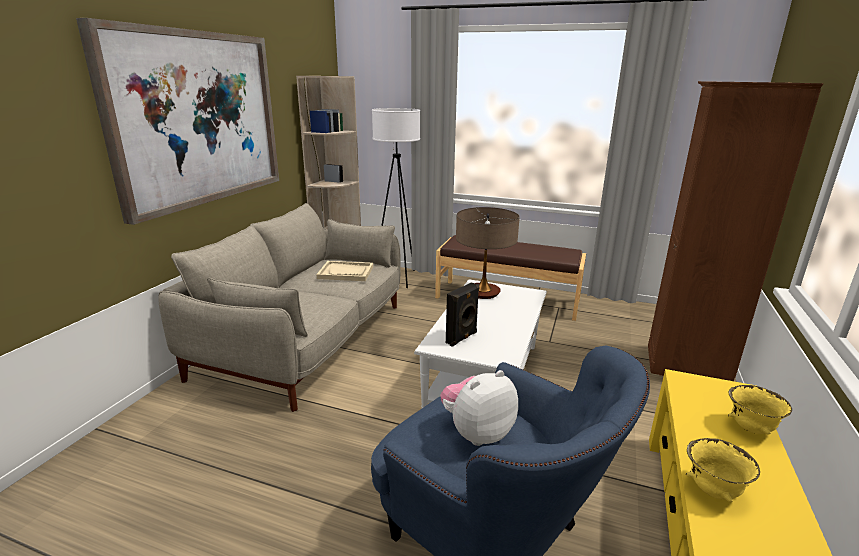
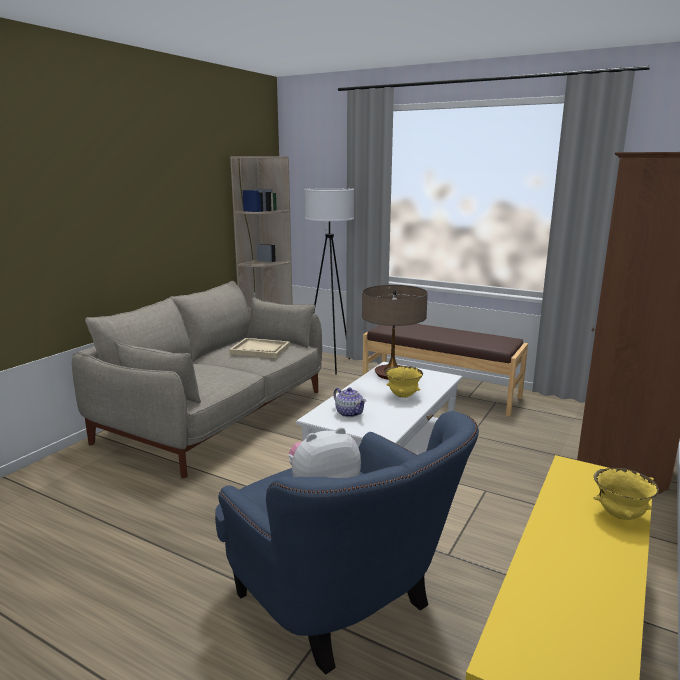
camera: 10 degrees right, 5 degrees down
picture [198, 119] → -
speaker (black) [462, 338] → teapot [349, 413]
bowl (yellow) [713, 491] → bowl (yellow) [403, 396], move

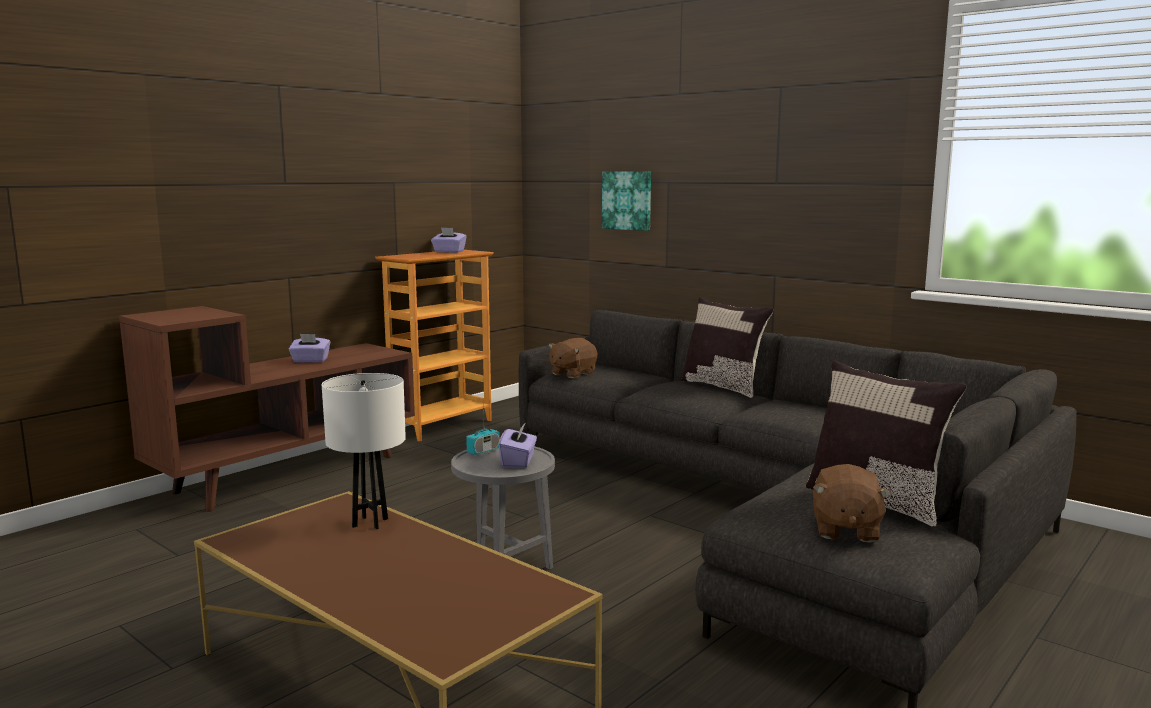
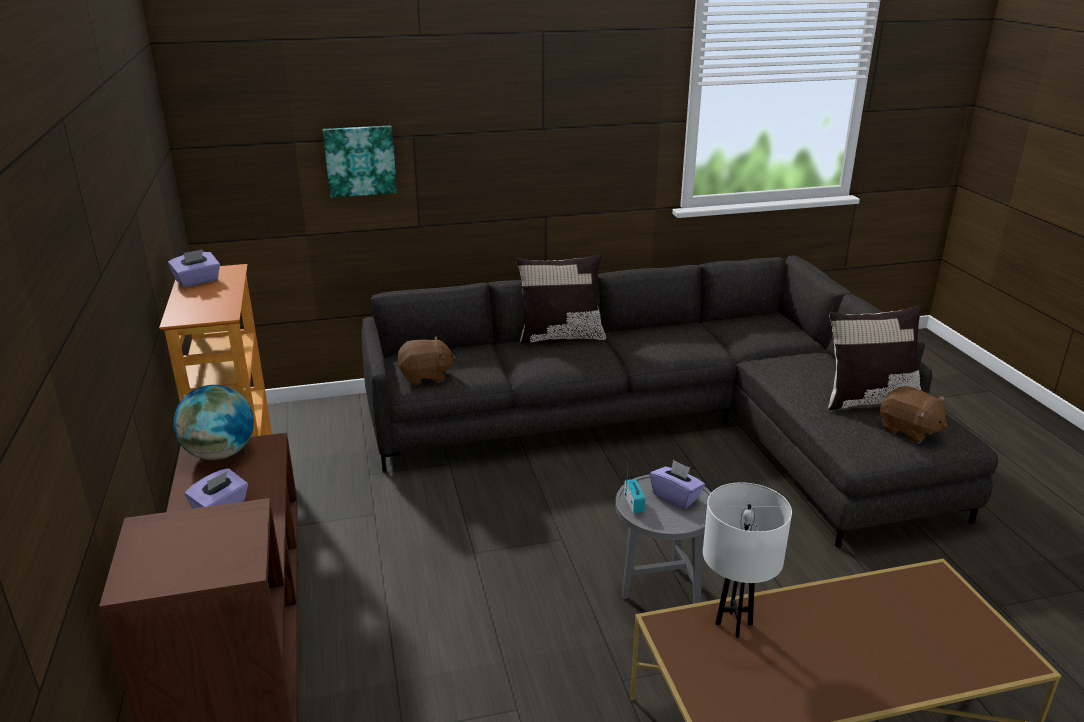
camera: 55 degrees left, 15 degrees up
plush toy (brown) [572, 373] → plush toy (brown) [425, 377], 90 degrees counterclockwise
- → globe [220, 454]

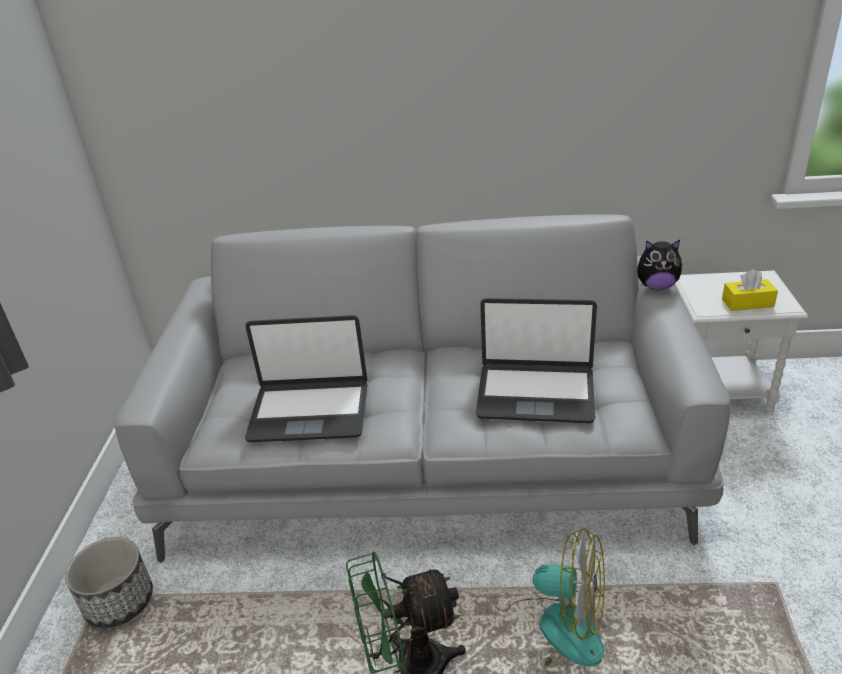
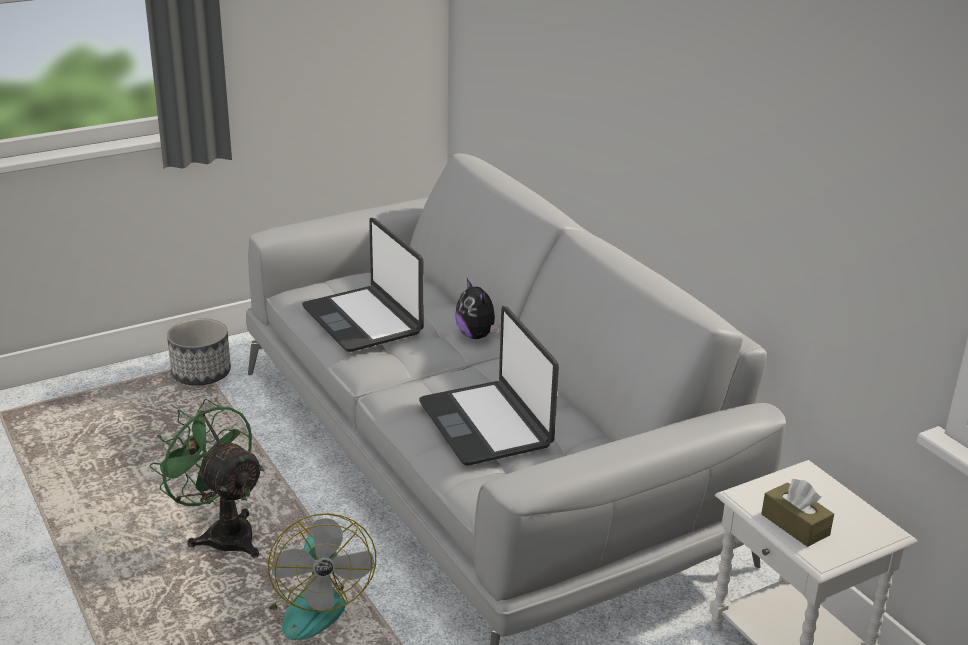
camera: 55 degrees right, 5 degrees down
plush toy [656, 286] → plush toy [477, 335], move
tissue box (yellow) [747, 303] → tissue box (brown) [795, 525]

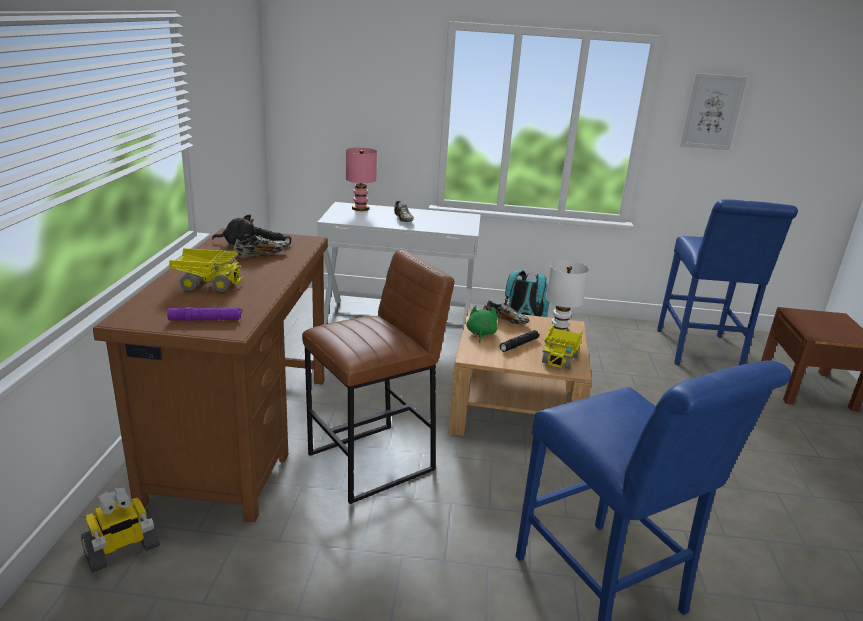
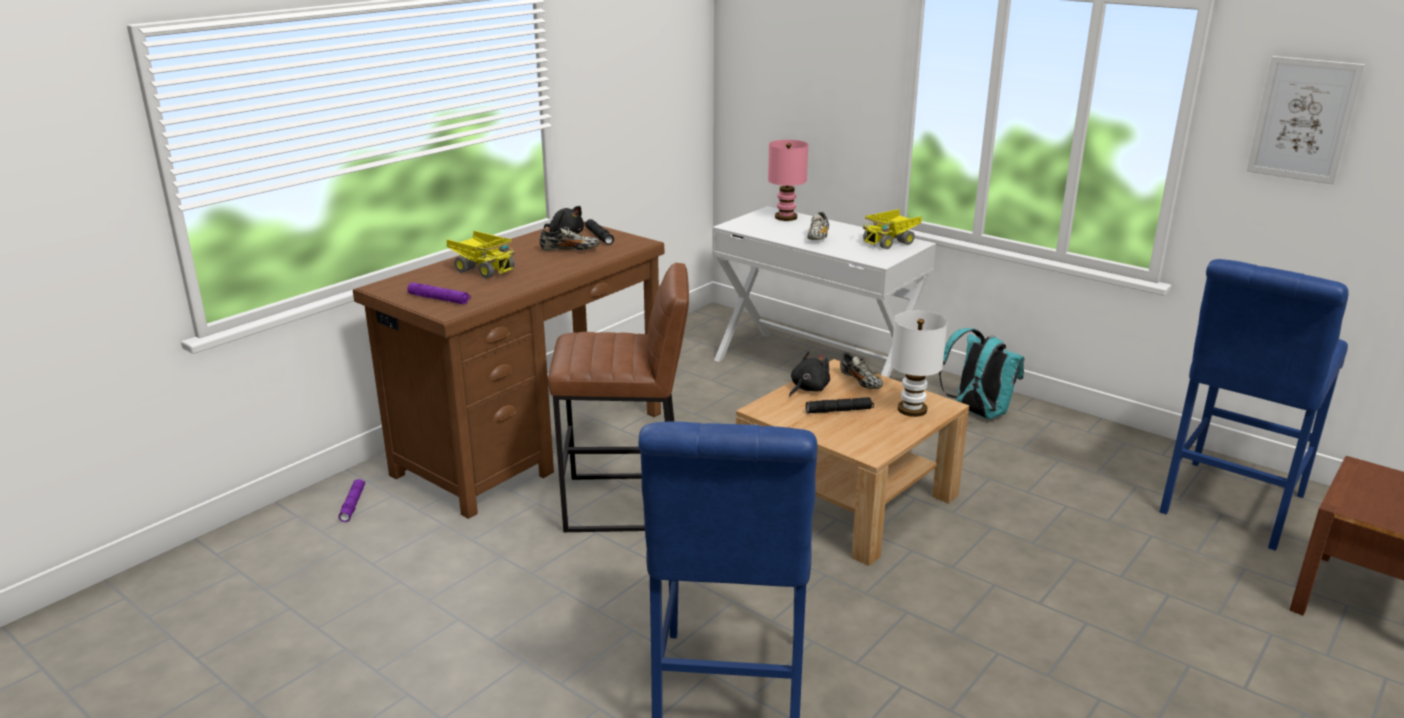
camera: 35 degrees right, 0 degrees up
plush toy (green) [480, 333] → plush toy (black) [808, 389]
toy truck [560, 358] → toy truck [890, 242], move
toy robot [122, 550] → flashlight (purple) [353, 504]

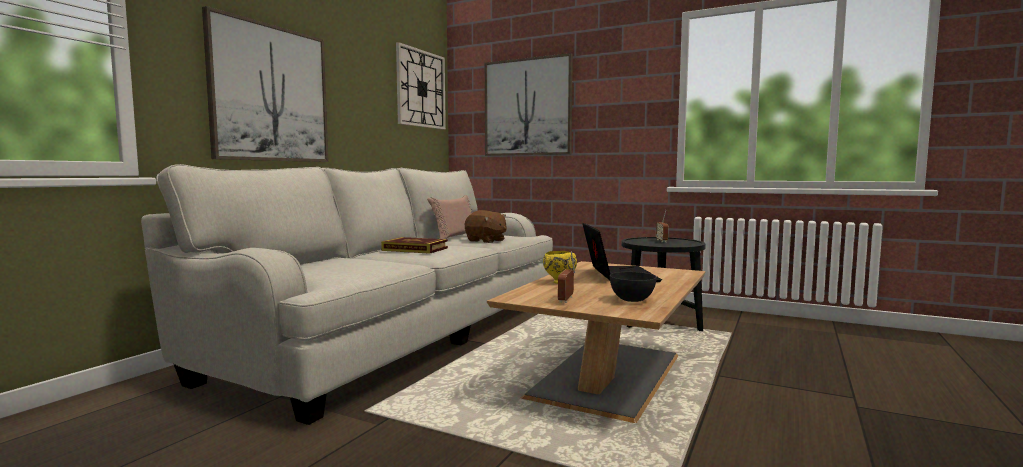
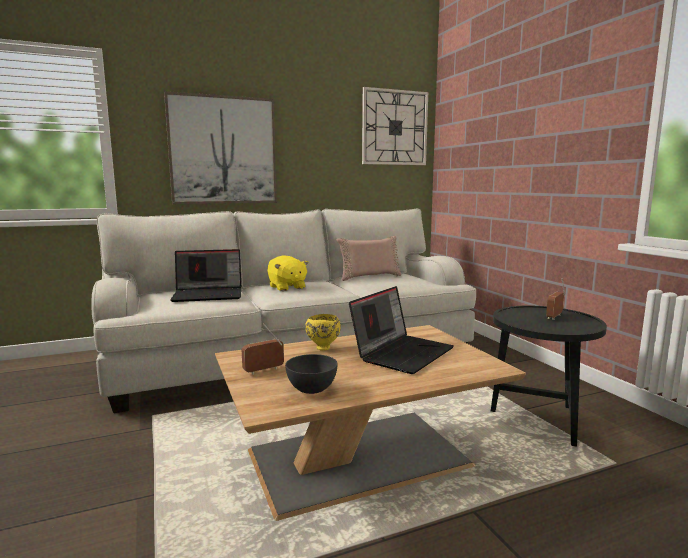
camera: 40 degrees right, 5 degrees up
picture [527, 107] → -
plush toy (brown) [486, 241] → -
book [415, 249] → plush toy (yellow) [287, 287]
- → laptop [209, 294]

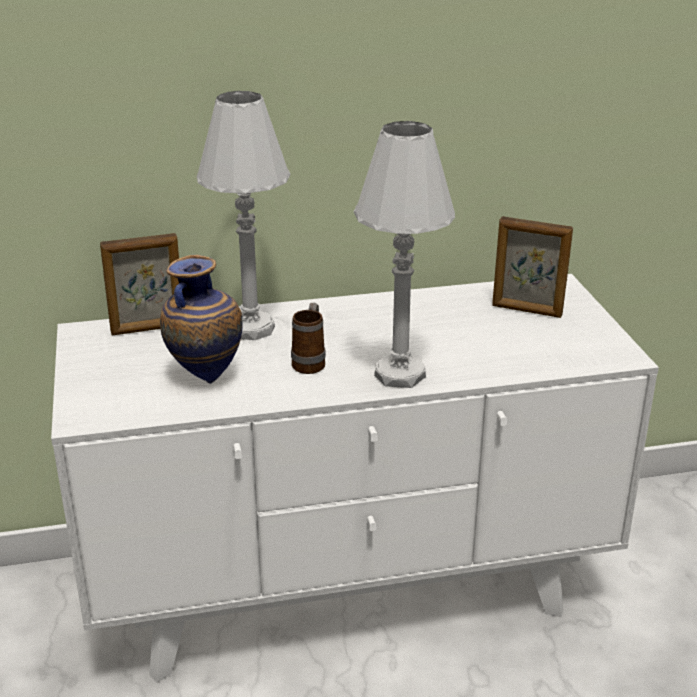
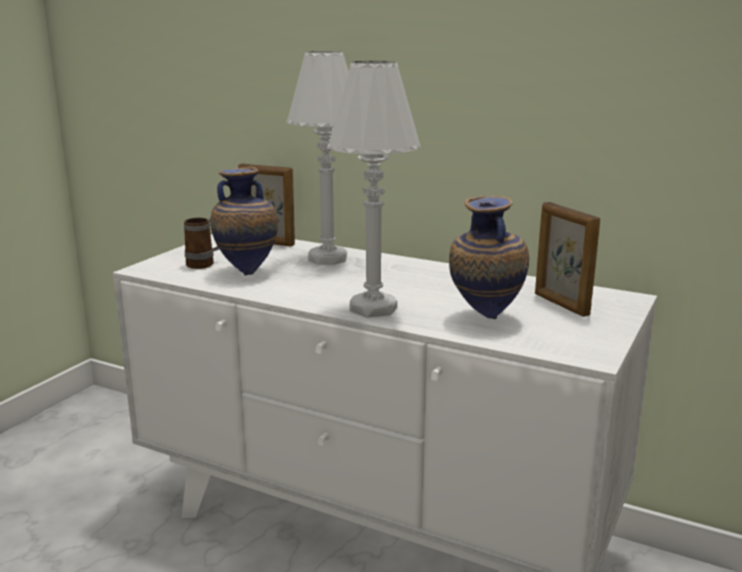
camera: 40 degrees right, 10 degrees down
mug [310, 362] → mug [205, 263], move
- → vase [484, 318]

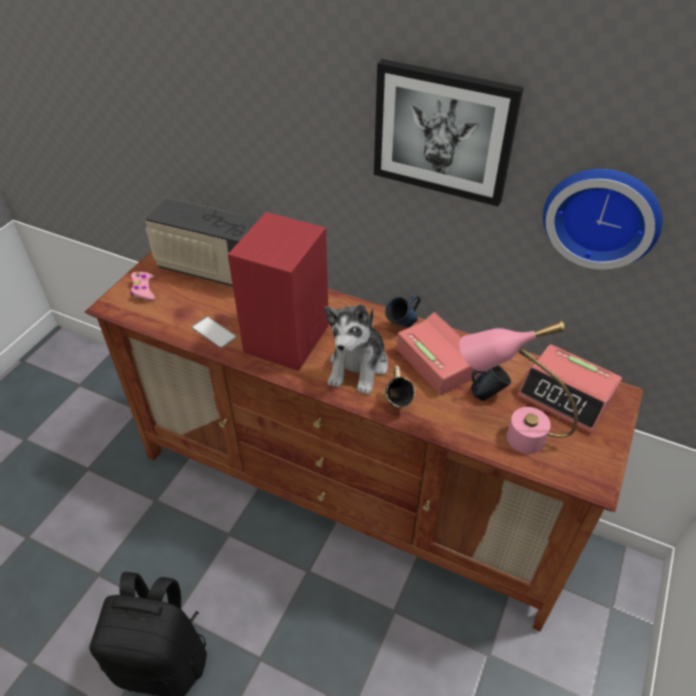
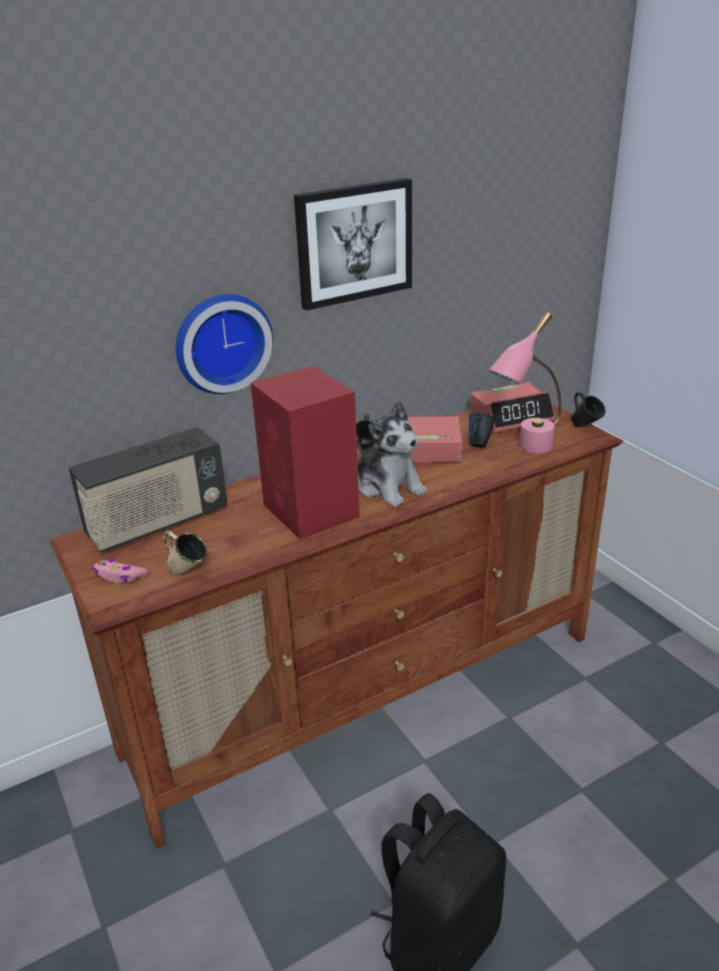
camera: 55 degrees left, 15 degrees down
wall clock [602, 215] → wall clock [221, 342], move
phone [214, 332] → -
mug (beige) [396, 404] → mug (beige) [187, 573], move
- → mug (blue) [585, 428]

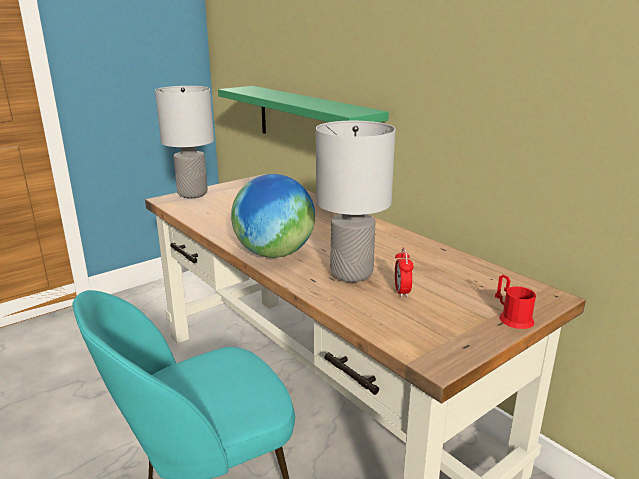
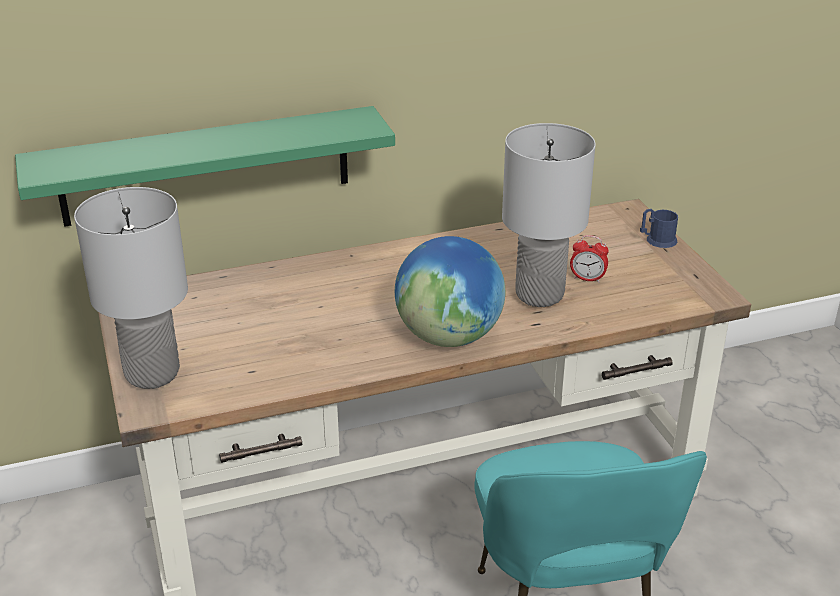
camera: 70 degrees left, 10 degrees up
mug (red) [512, 317] → mug (blue) [657, 240]

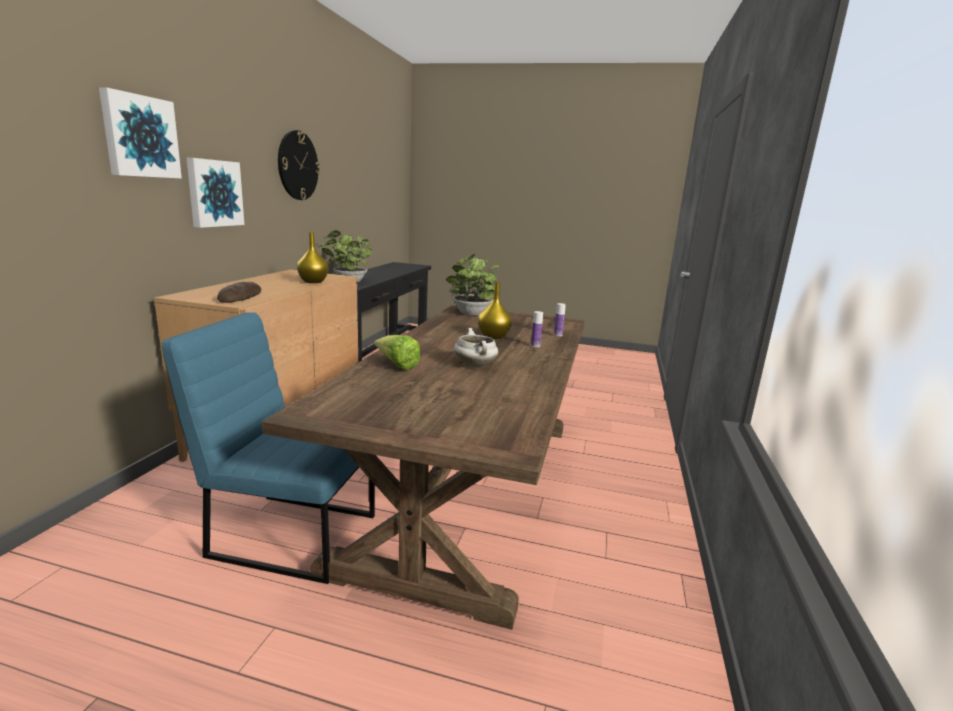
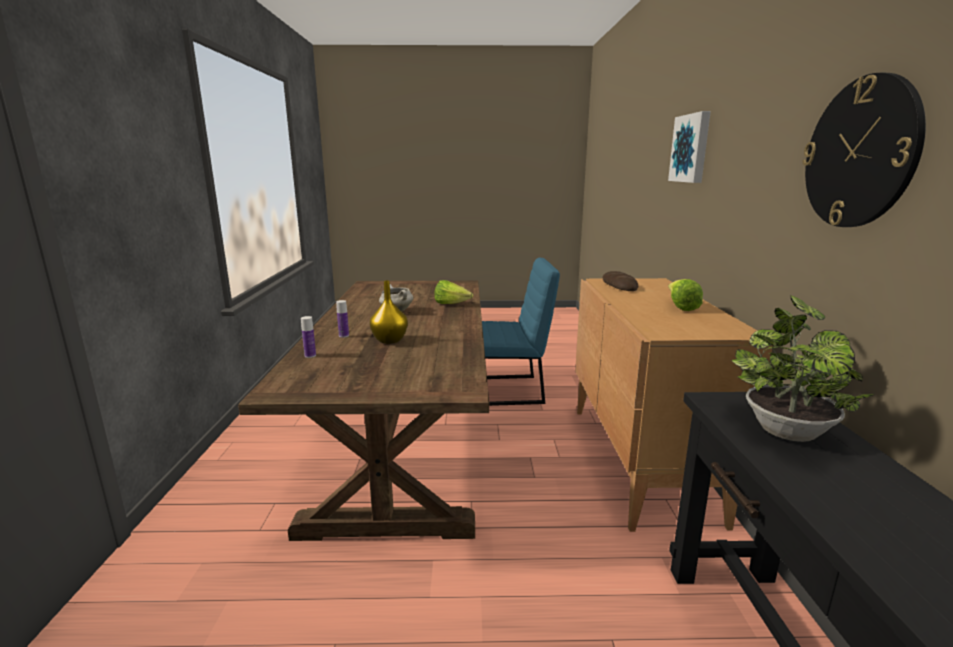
camera: 165 degrees right, 0 degrees up
picture [214, 193] → -
vase (yellow) [313, 282] → -
potted plant [471, 314] → -
- → lettuce [681, 307]

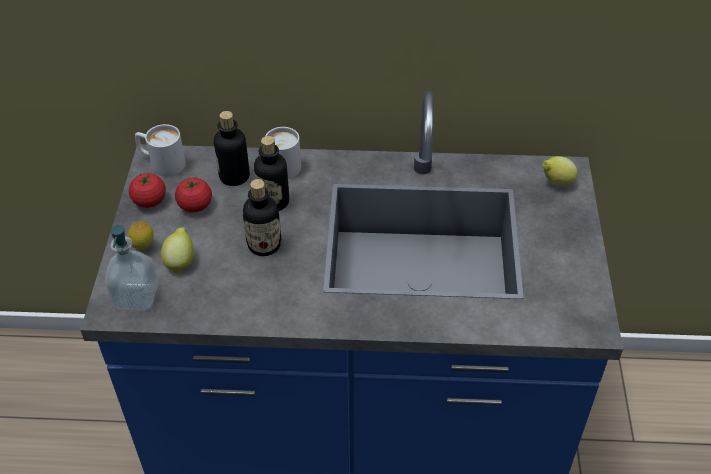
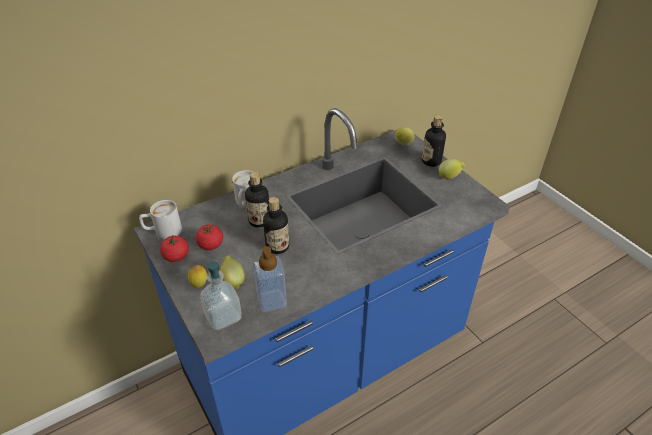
camera: 35 degrees left, 5 degrees down
bottle [234, 176] → bottle [431, 161], move
- → lemon [449, 177]
- → soap dispenser [272, 301]

